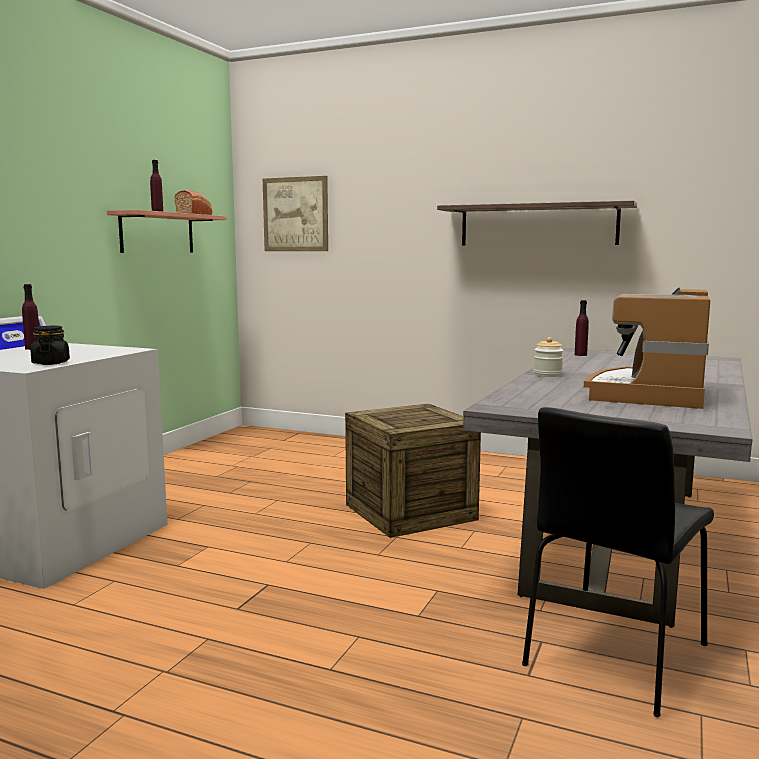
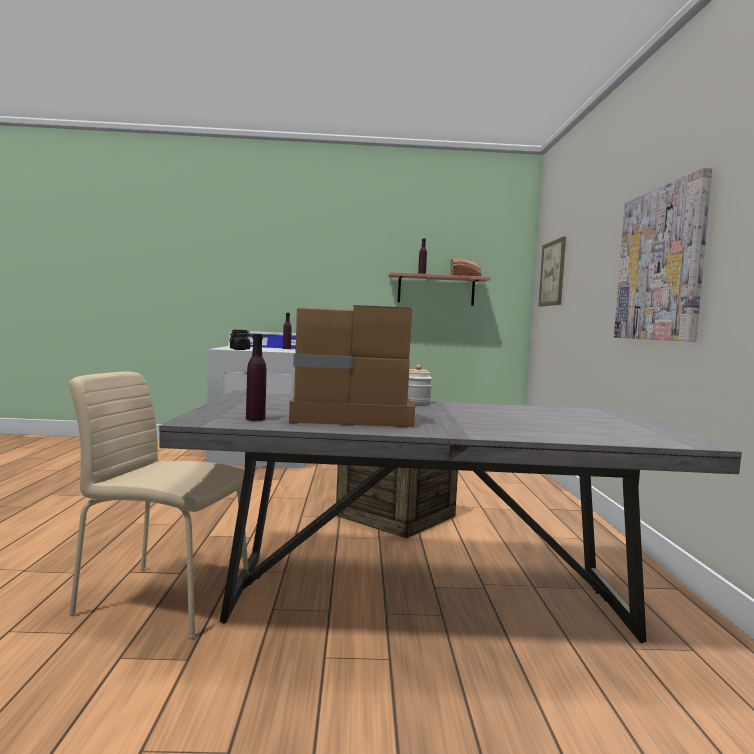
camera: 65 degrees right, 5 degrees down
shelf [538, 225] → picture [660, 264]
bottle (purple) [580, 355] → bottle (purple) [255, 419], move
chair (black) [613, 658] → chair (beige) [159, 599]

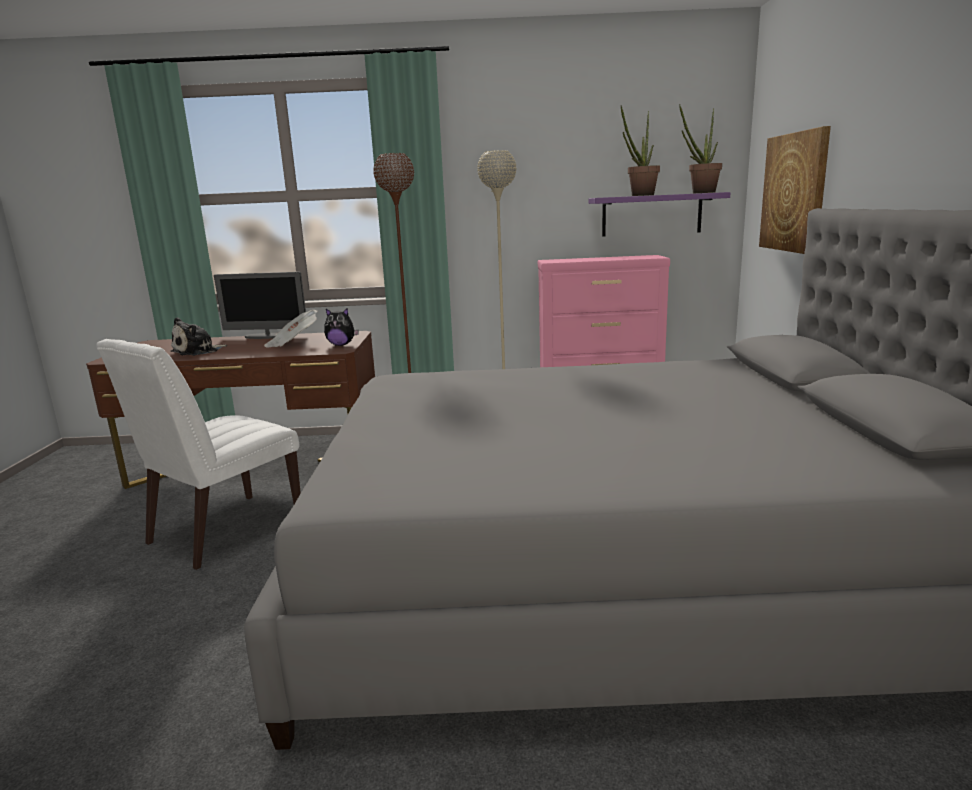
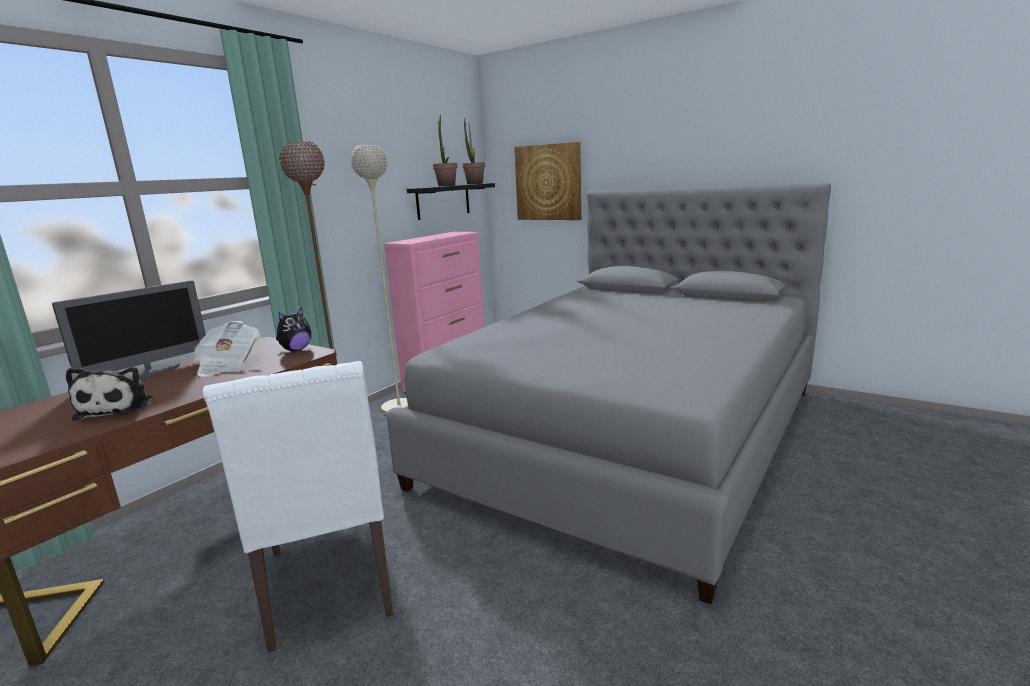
camera: 55 degrees left, 0 degrees up
shelf (purple) [651, 215] → shelf (black) [443, 201]

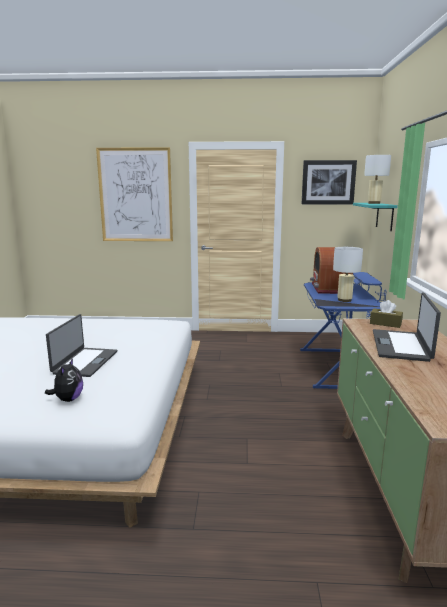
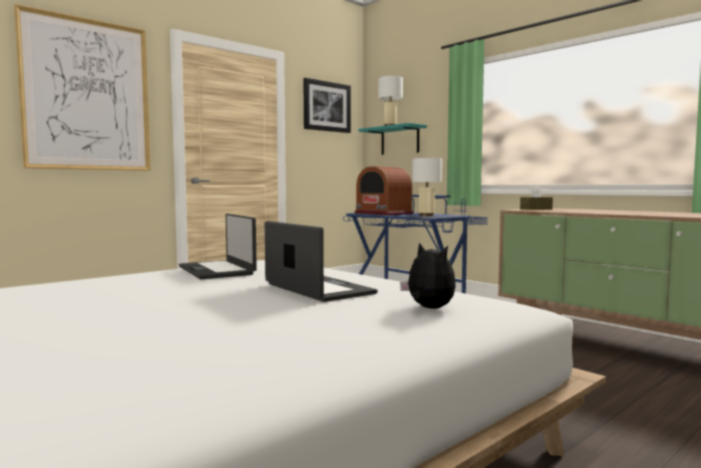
camera: 45 degrees left, 10 degrees down
laptop [401, 345] → laptop [217, 270], move

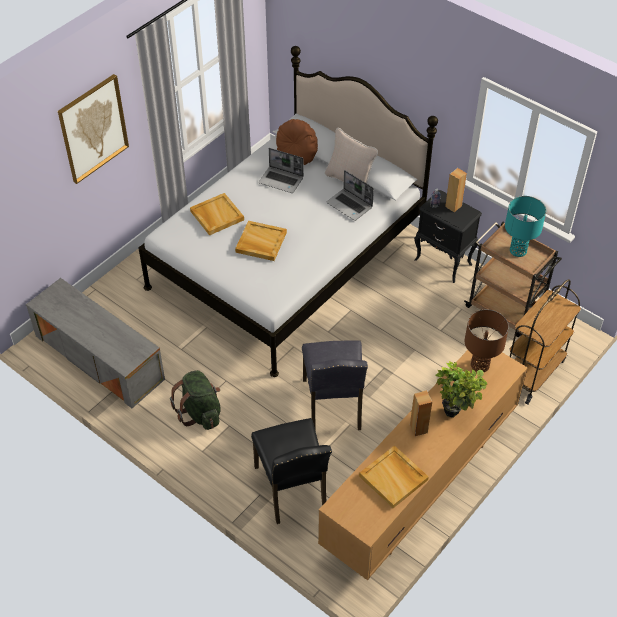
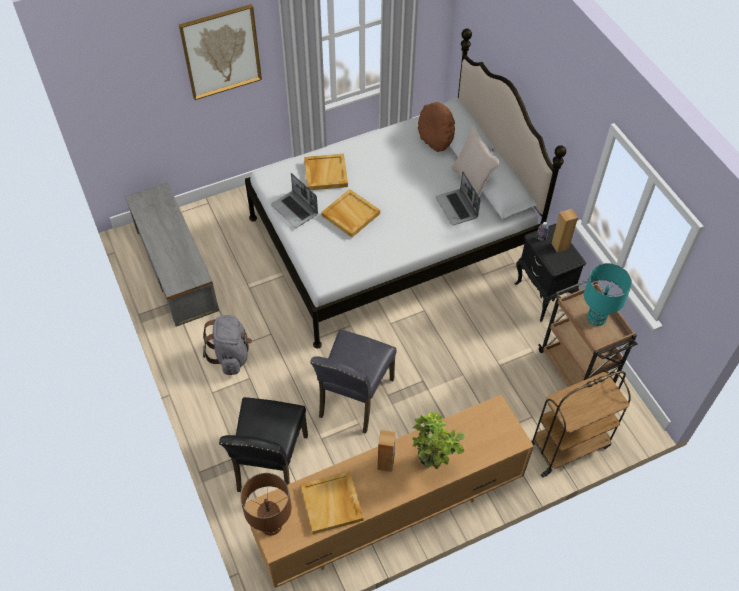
camera: 25 degrees right, 5 degrees up
laptop [282, 180] → laptop [295, 210], move
table lamp (brown) [480, 364] → table lamp (brown) [271, 524], move
backpack (green) [200, 412] → backpack (grey) [231, 355]

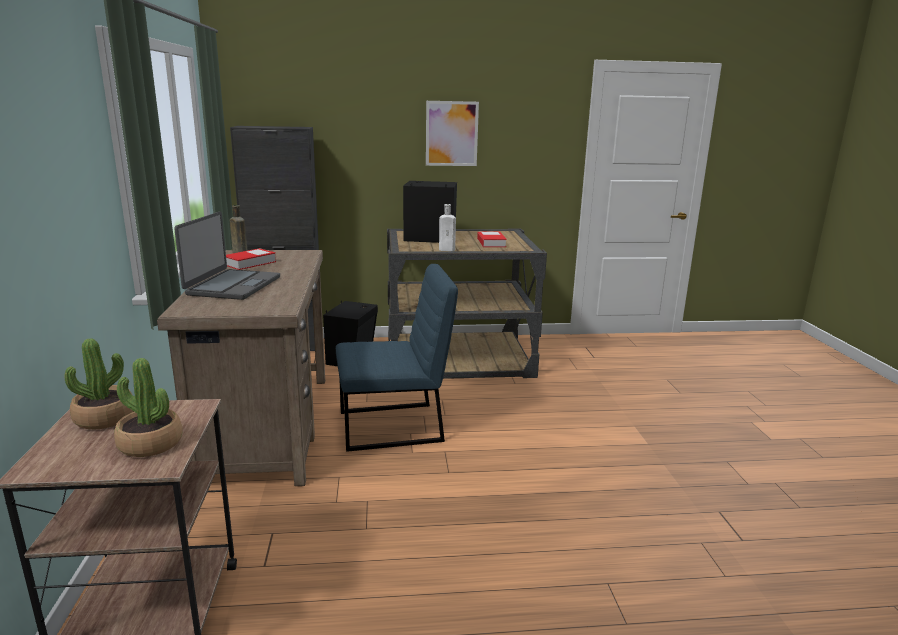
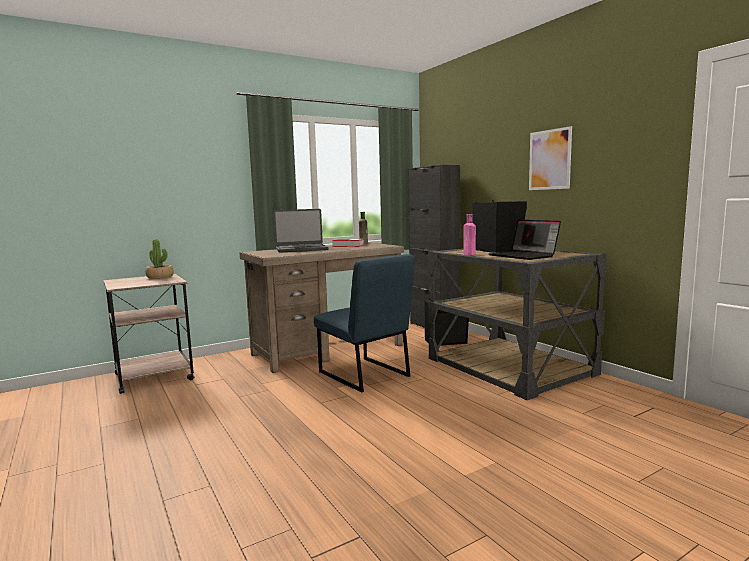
camera: 65 degrees right, 10 degrees down
bottle (white) [448, 250] → bottle (pink) [470, 254]
book [491, 243] → laptop [524, 256]
potted plant [150, 444] → -

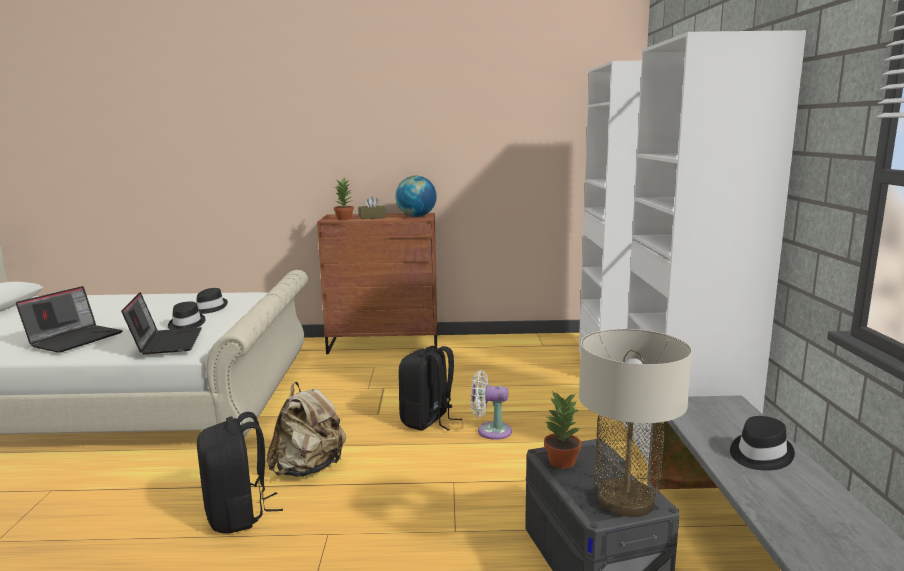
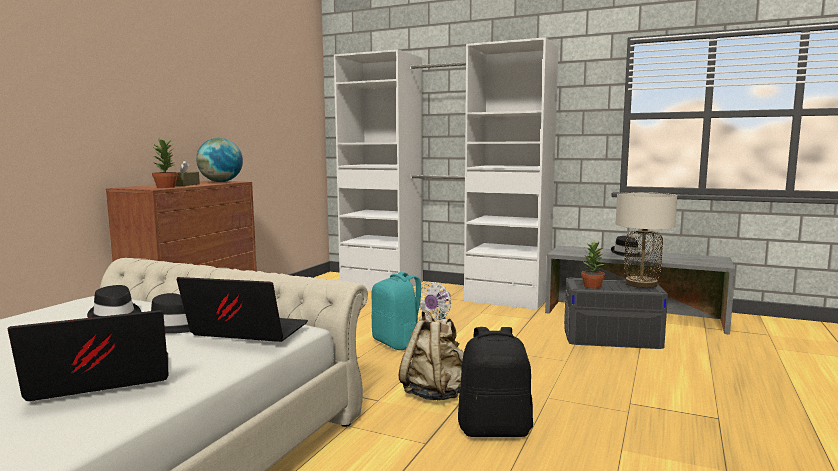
camera: 65 degrees left, 5 degrees down
laptop [75, 338] → laptop [99, 382], 75 degrees counterclockwise
backpack (black) [428, 421] → backpack (turquoise) [397, 343]

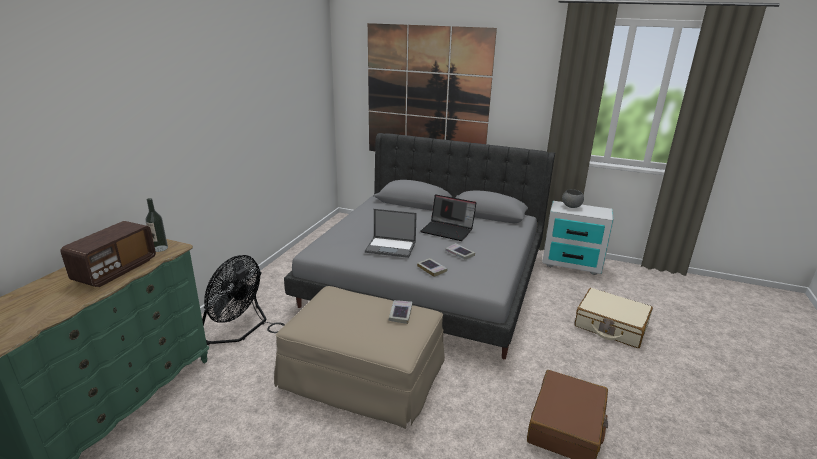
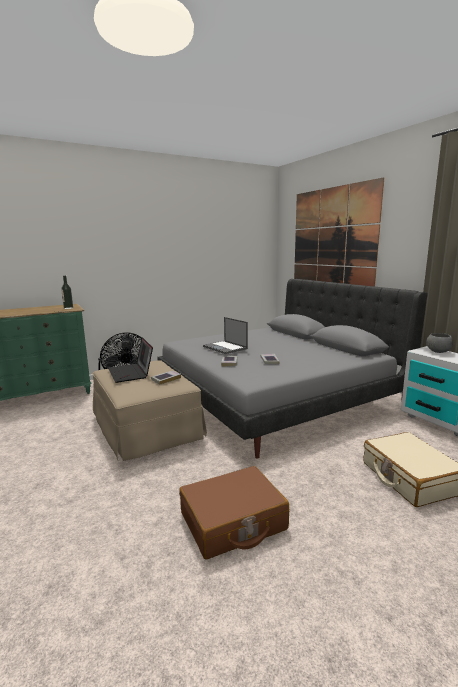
camera: 40 degrees right, 10 degrees down
laptop [448, 230] → laptop [131, 373], move
radio [115, 270] → -

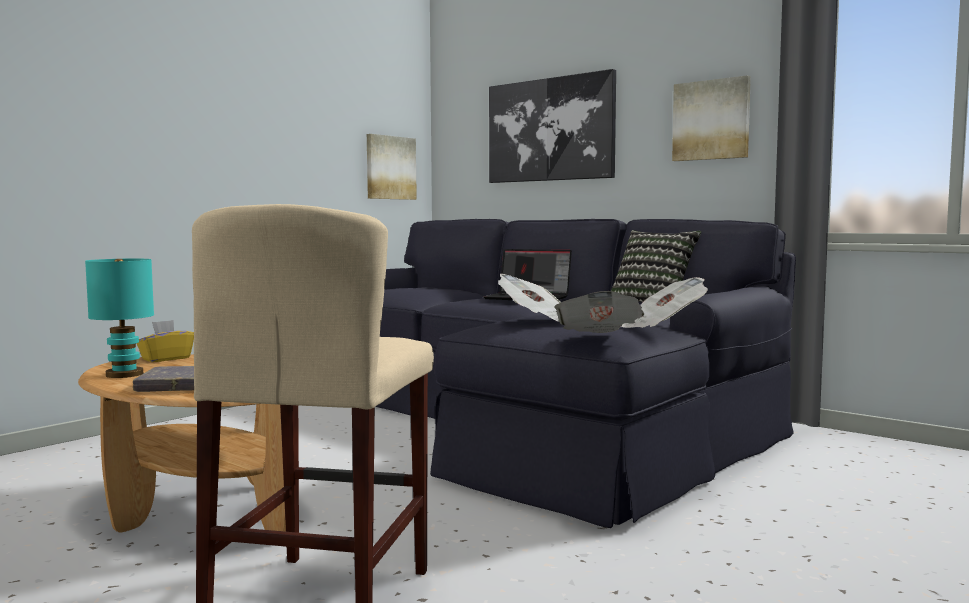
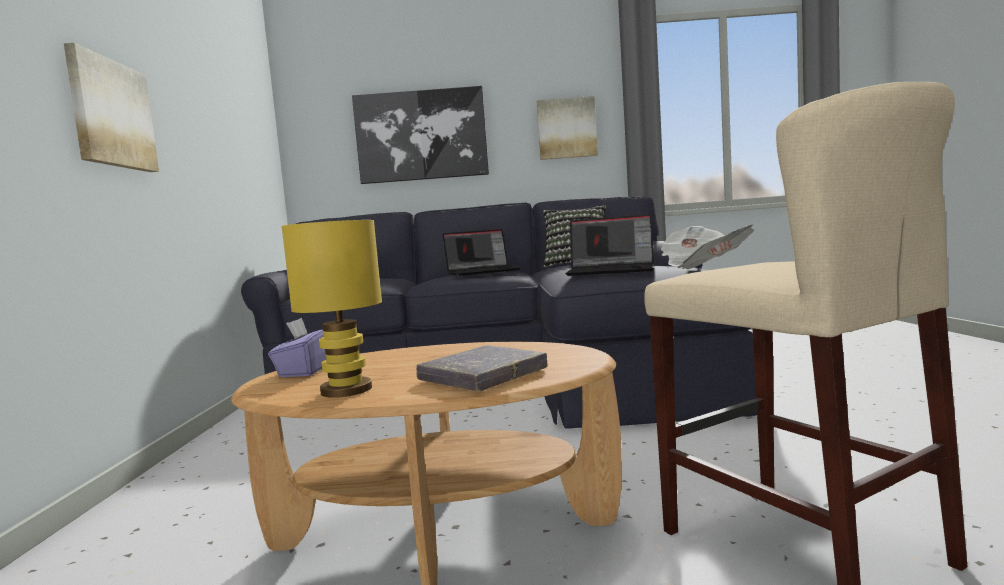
camera: 40 degrees left, 0 degrees up
picture [390, 168] → picture [111, 114], move
table lamp (turquoise) [124, 374] → table lamp (yellow) [347, 390]
newspaper [537, 320] → laptop [612, 271]
tissue box (yellow) [166, 358] → tissue box (purple) [306, 370]

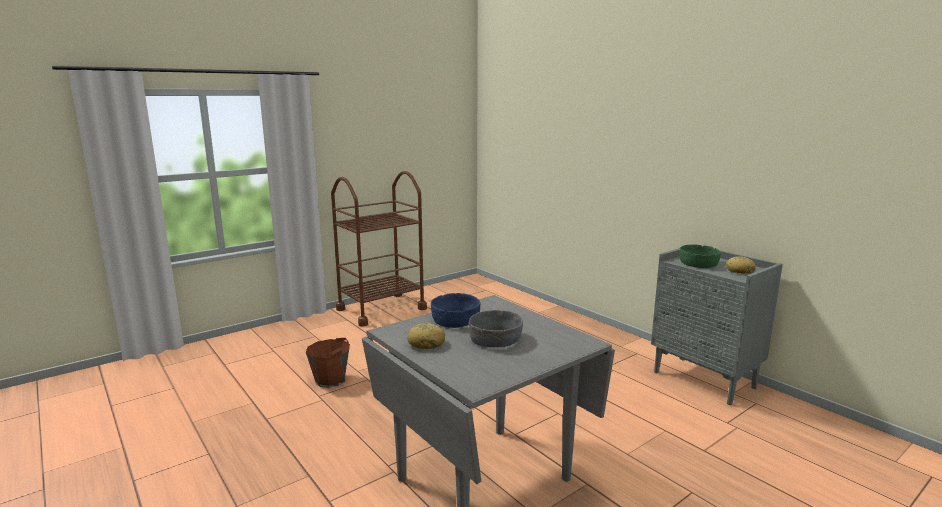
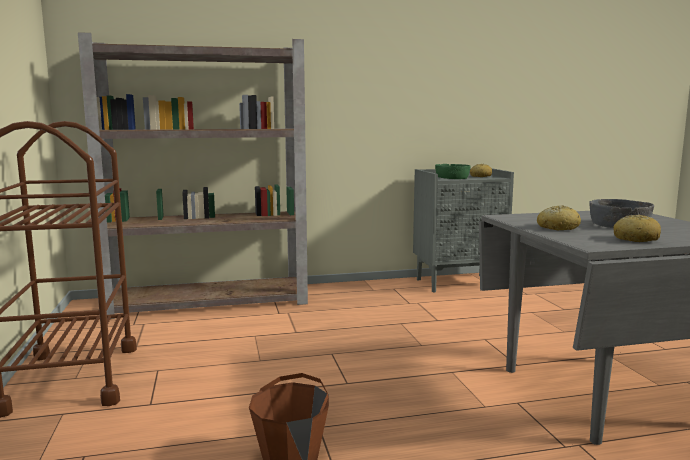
camera: 65 degrees left, 5 degrees down
bowl (blue) [455, 319] → bread [557, 227]
- → bookcase (brown) [209, 301]

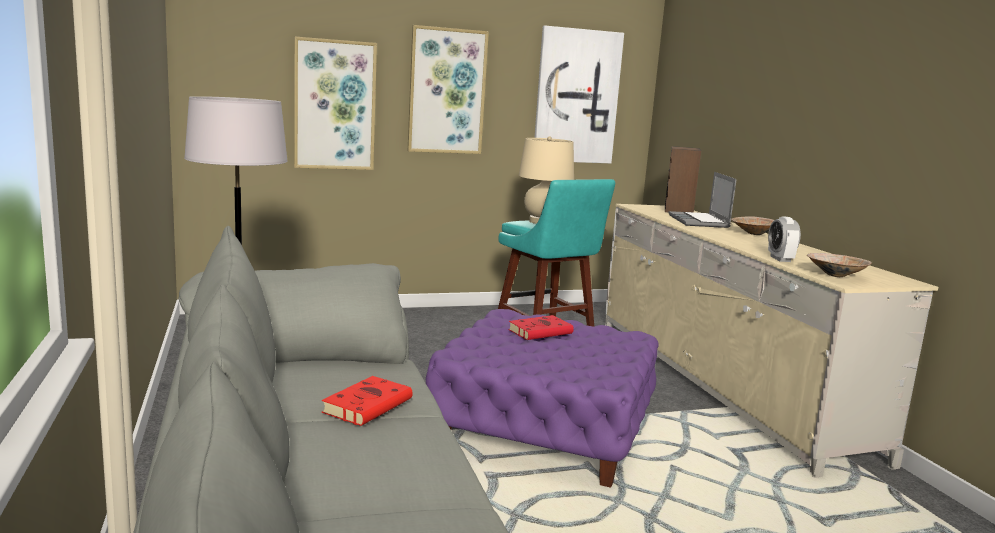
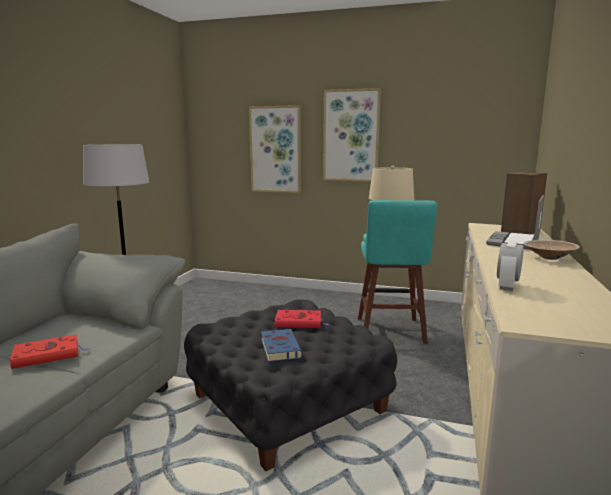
camera: 35 degrees right, 0 degrees up
picture [576, 96] → -
bowl (beige) [835, 275] → -
ottoman (purple) [544, 431] → ottoman (black) [287, 404]
- → book (blue) [279, 347]

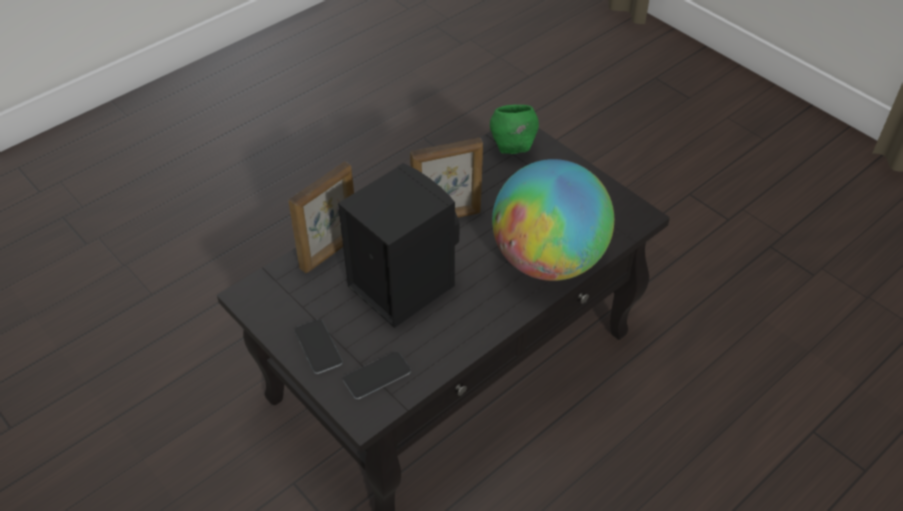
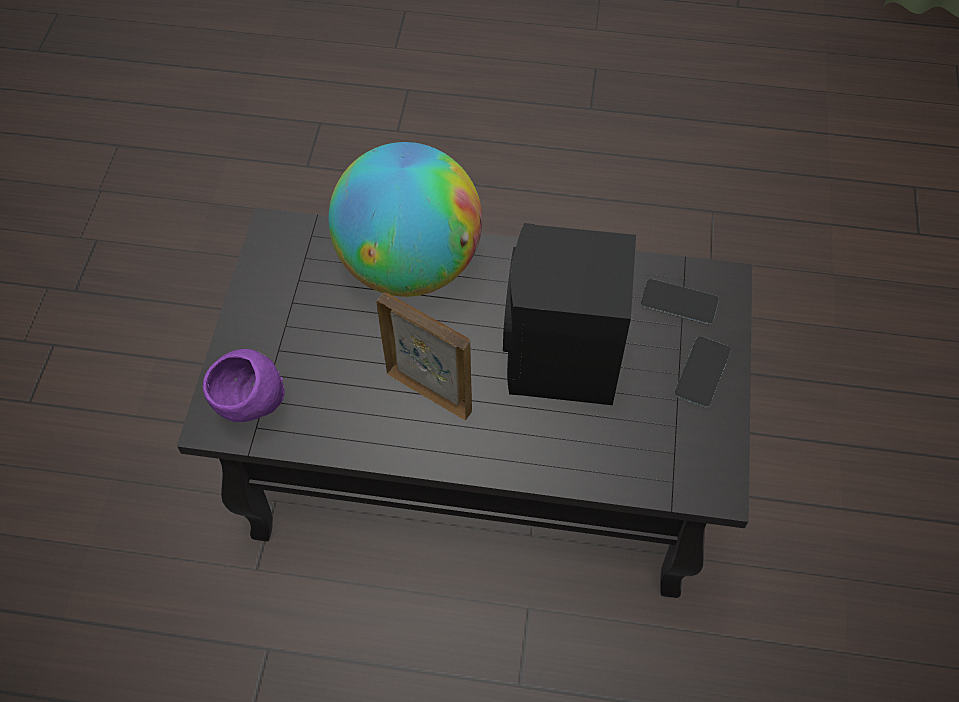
camera: 130 degrees left, 10 degrees up
bowl (green) [512, 148] → bowl (purple) [253, 407]
picture frame [330, 252] → -

